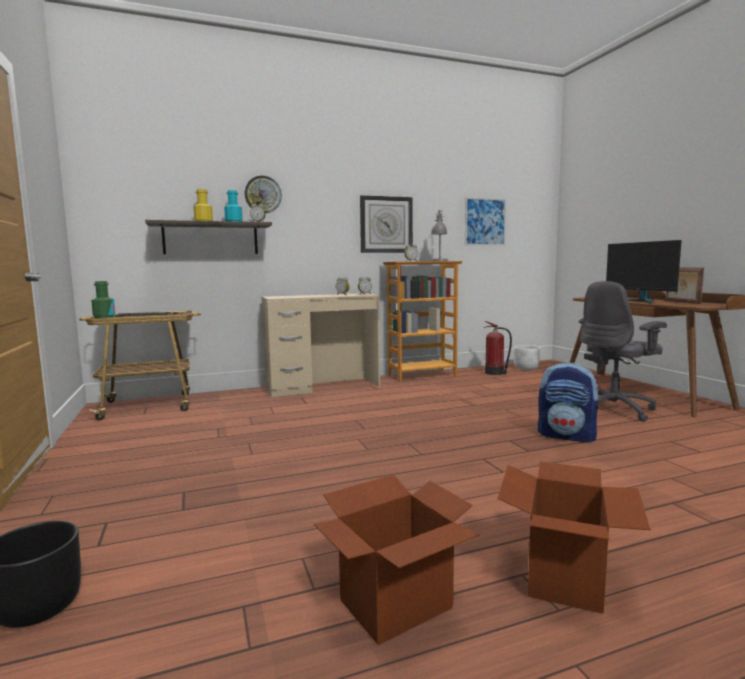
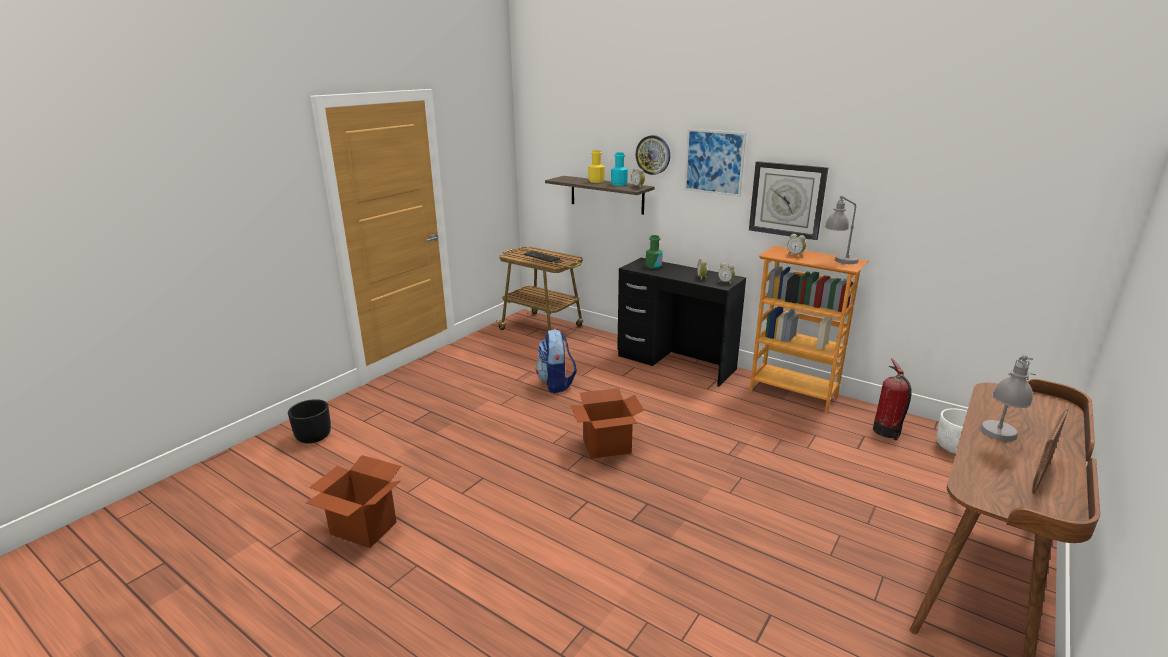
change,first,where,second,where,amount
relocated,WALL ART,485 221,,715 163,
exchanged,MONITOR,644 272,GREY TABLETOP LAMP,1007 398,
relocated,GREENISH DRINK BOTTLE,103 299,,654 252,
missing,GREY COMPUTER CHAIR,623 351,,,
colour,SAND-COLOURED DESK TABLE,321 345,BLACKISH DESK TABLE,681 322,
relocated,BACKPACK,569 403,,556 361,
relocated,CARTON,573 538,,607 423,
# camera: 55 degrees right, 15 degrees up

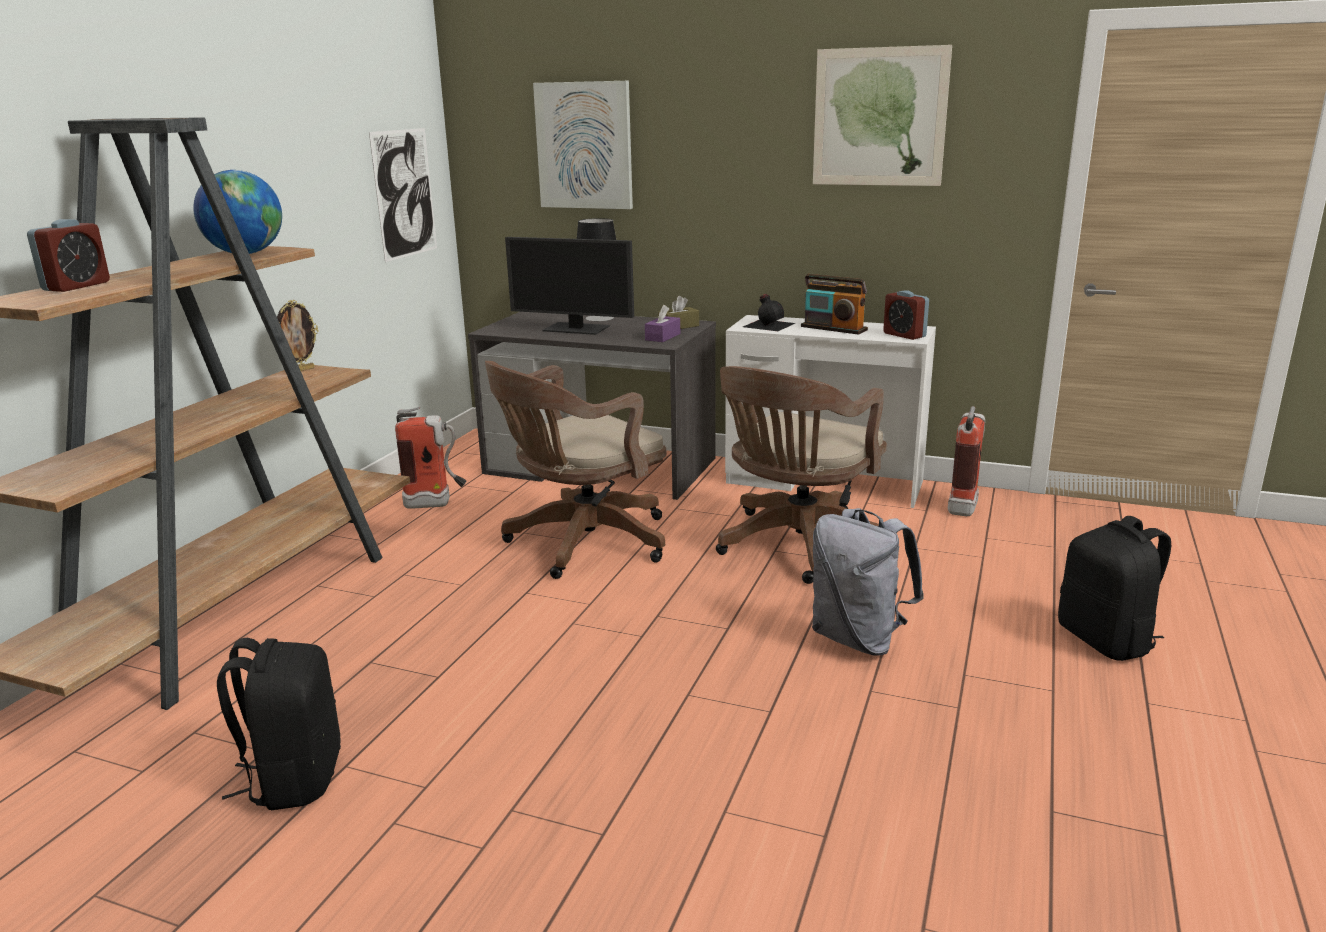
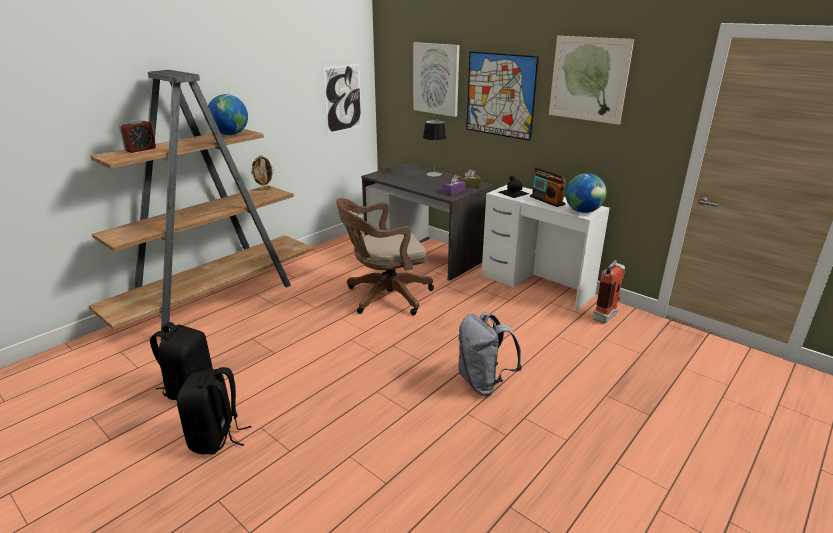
change,first,where,second,where,amount
missing,MONITOR,569 286,,,
exchanged,TABLE CLOCK,906 315,WORLD GLOBE,585 193,
missing,BROWNISH COMPUTER CHAIR,801 475,,,
missing,EXTINGUISHER,431 458,,,
relocated,BLACKISH BACKPACK,1114 588,,214 411,
appeared,,,WALL ART,502 96,
# camera: 20 degrees right, 5 degrees up

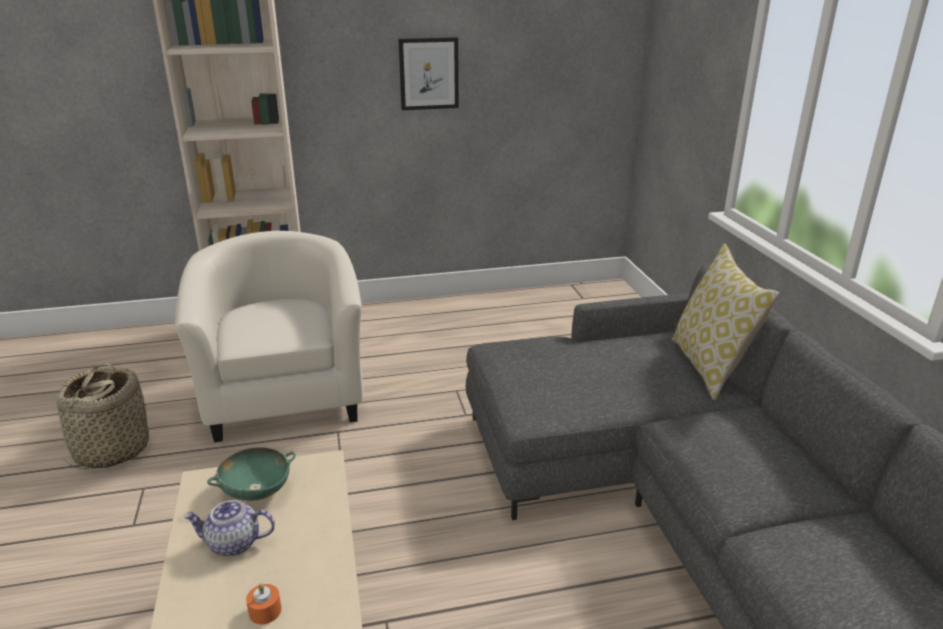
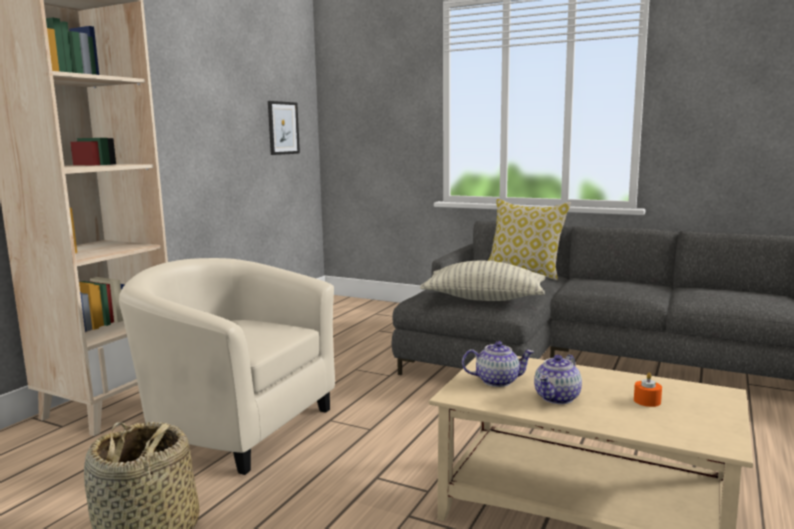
change,first,where,second,where,amount
relocated,WALL ART,428 73,,284 128,
exchanged,GREENISH SERVING BOWL,251 474,TEA POT,498 364,
appeared,,,PILLOW,483 281,
# camera: 50 degrees left, 15 degrees down

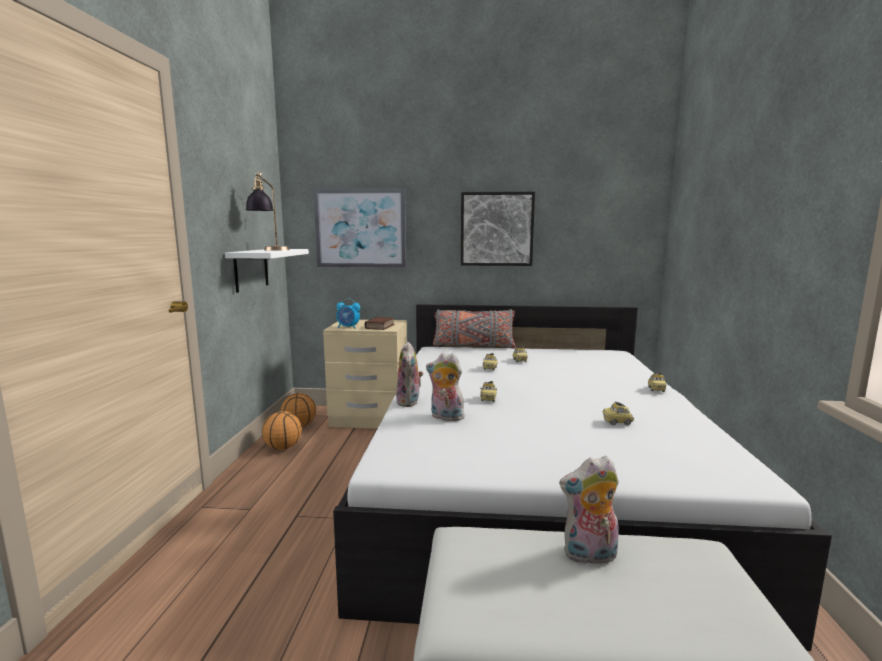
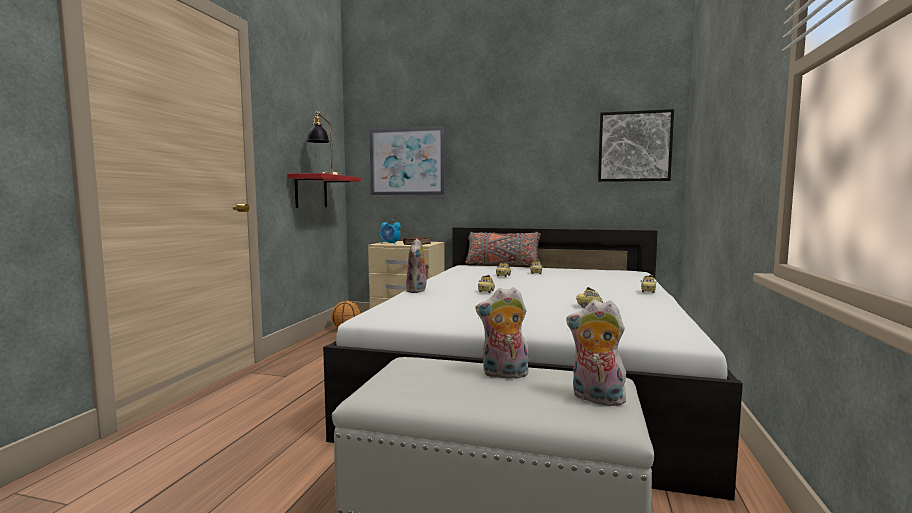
change,first,where,second,where,amount
relocated,WALL ART,498 229,,636 145,
colour,WHITE-COLOURED SHELF,267 271,RED-COLOURED SHELF,324 190,
relocated,PLUSH TOY,446 387,,597 353,
missing,BALL FOR BASKETBALL,282 430,,,
# camera: 10 degrees right, 5 degrees down

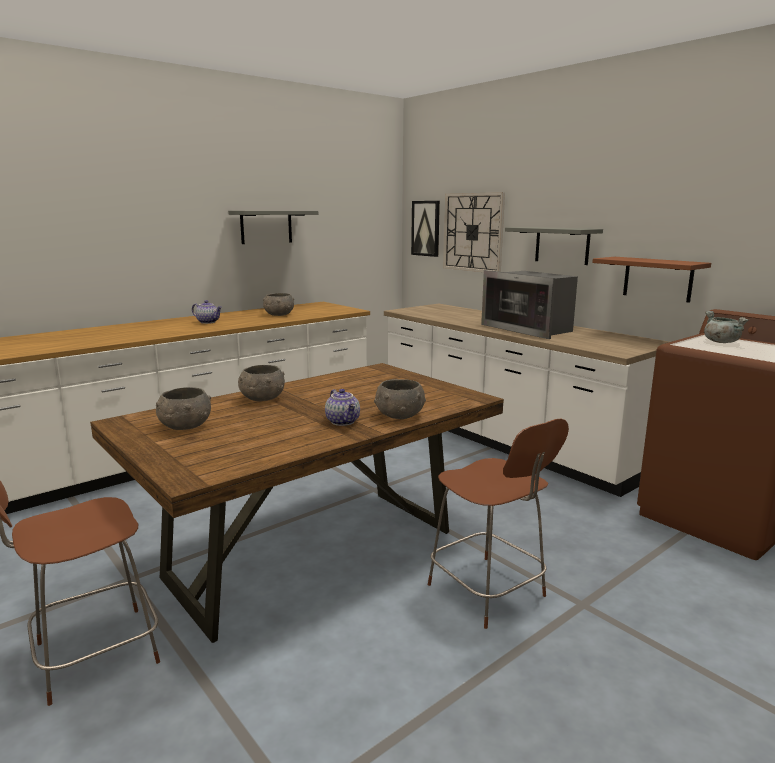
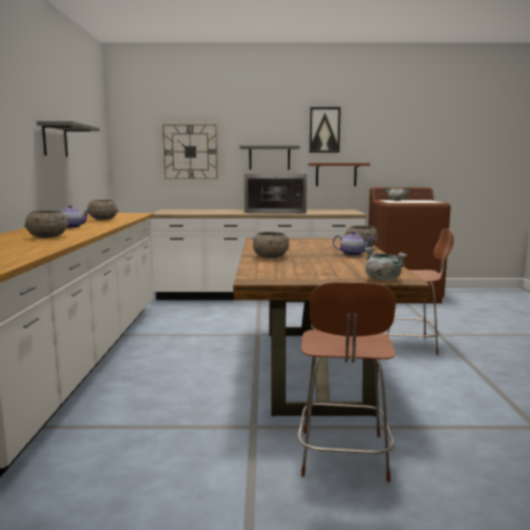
change,first,where,second,where,amount
relocated,WALL ART,425 229,,325 129,
relocated,GREY SERVING BOWL,183 408,,46 224,
appeared,,,GREY COOKING POT,385 264,
# camera: 50 degrees left, 5 degrees down

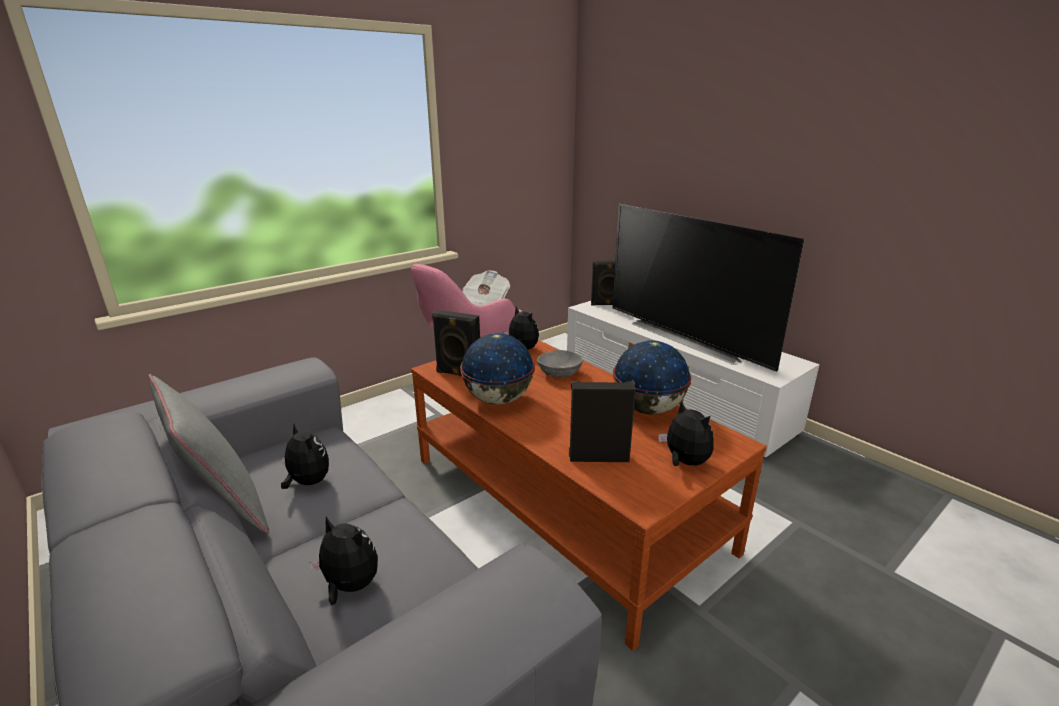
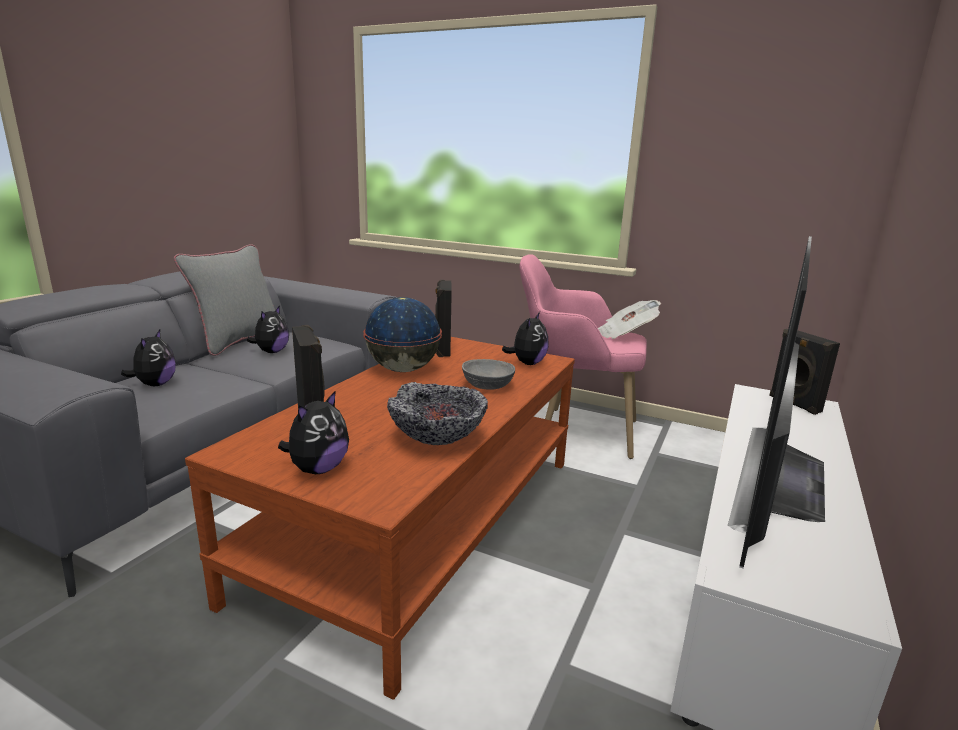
change,first,where,second,where,amount
exchanged,WORLD GLOBE,652 378,SERVING BOWL,437 413,
# camera: 65 degrees right, 5 degrees down

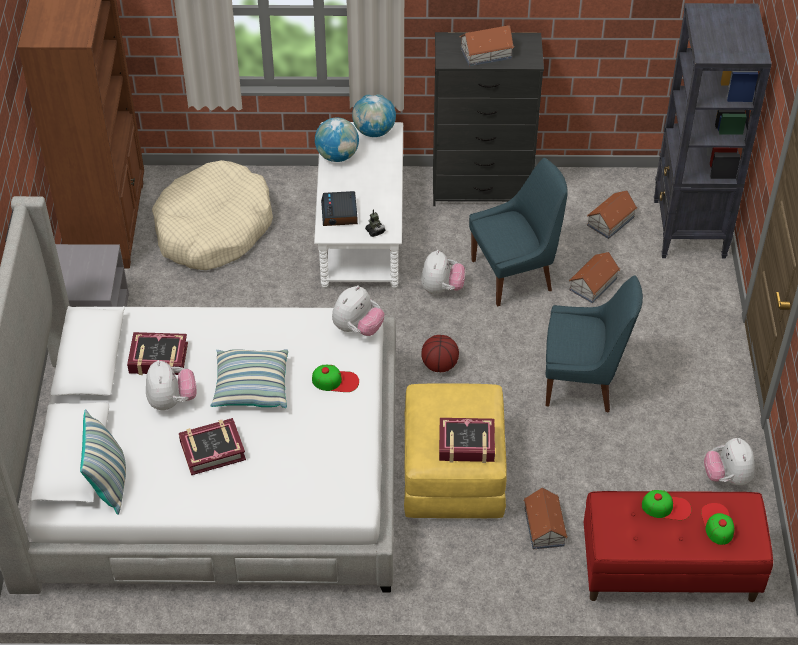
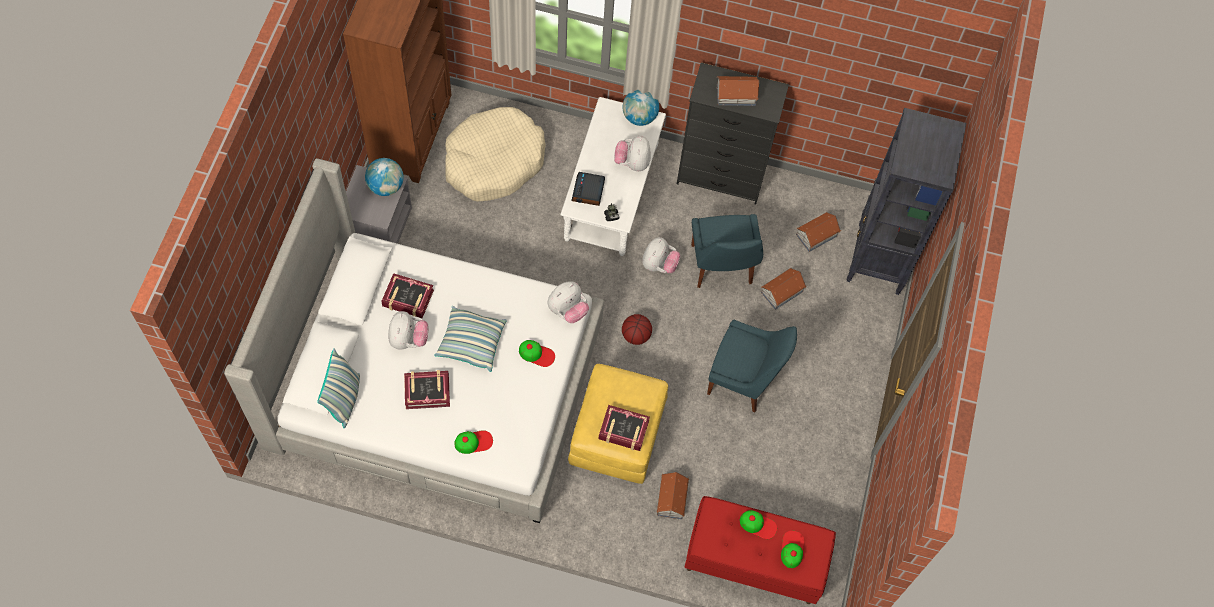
change,first,where,second,where,amount
relocated,WORLD GLOBE,337 140,,384 177,
spun,BLUISH UPRIGHT CHAIR,518 232,,727 251,90 degrees clockwise
relocated,PLUSH TOY,729 461,,632 153,
appeared,,,CAP,473 442,
# camera: 10 degrees right, 15 degrees up

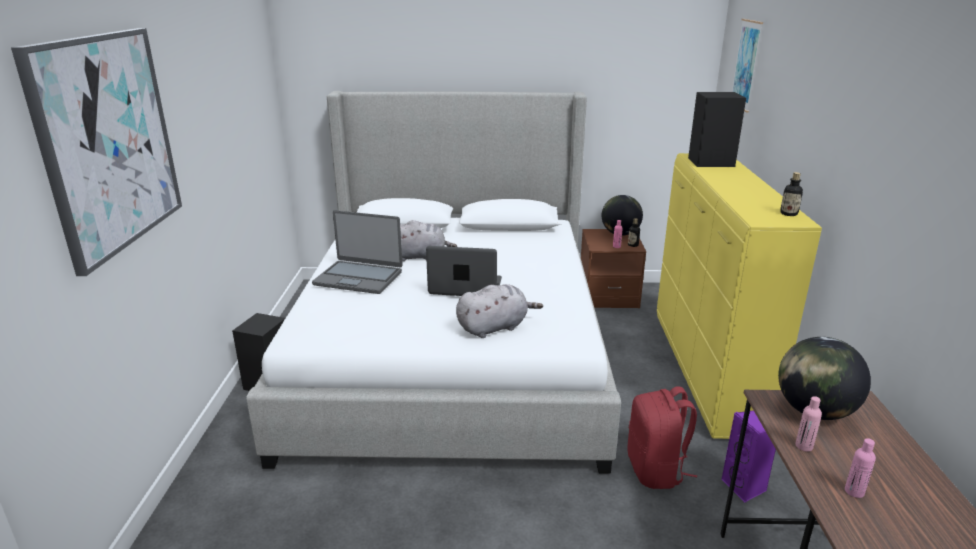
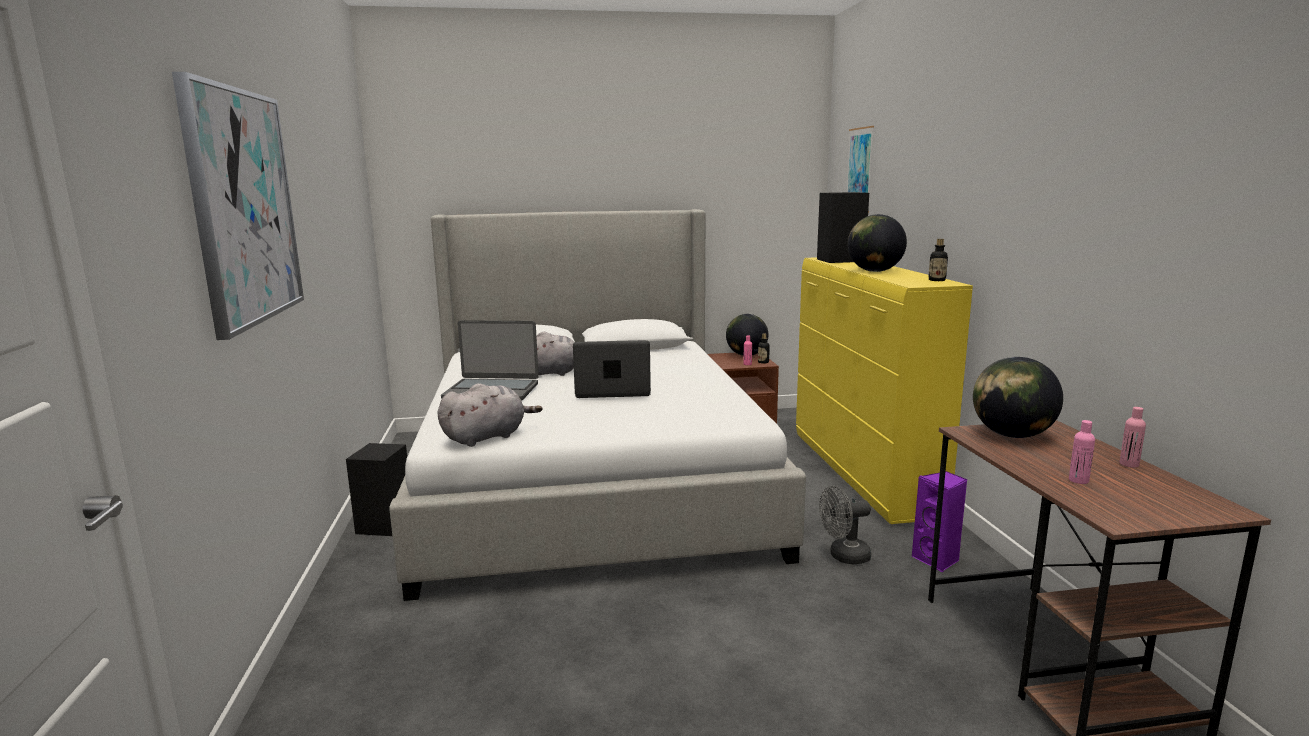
change,first,where,second,where,amount
relocated,GREY PLUSH TOY,499 311,,490 415,
exchanged,RED-COLOURED BACKPACK,662 437,GREY FAN,845 525,
relocated,PINK DRINK BOTTLE,808 424,,1132 437,
appeared,,,WORLD GLOBE,877 243,
# camera: 10 degrees left, 10 degrees down

